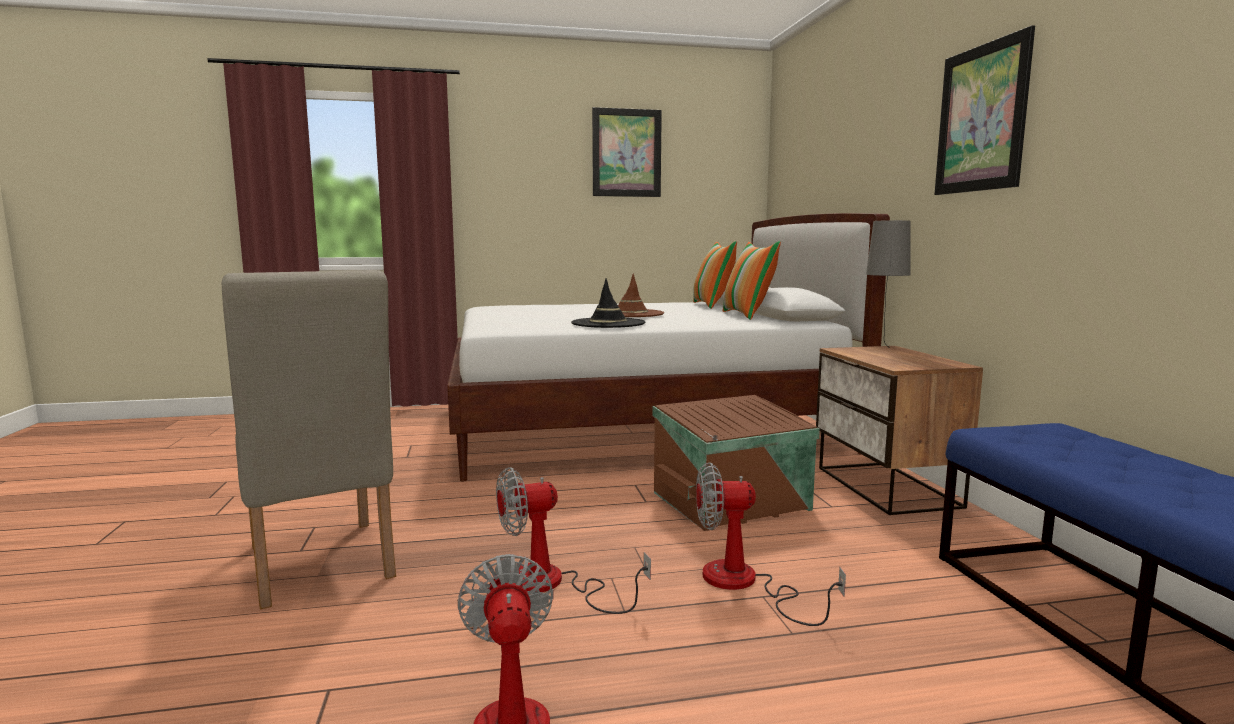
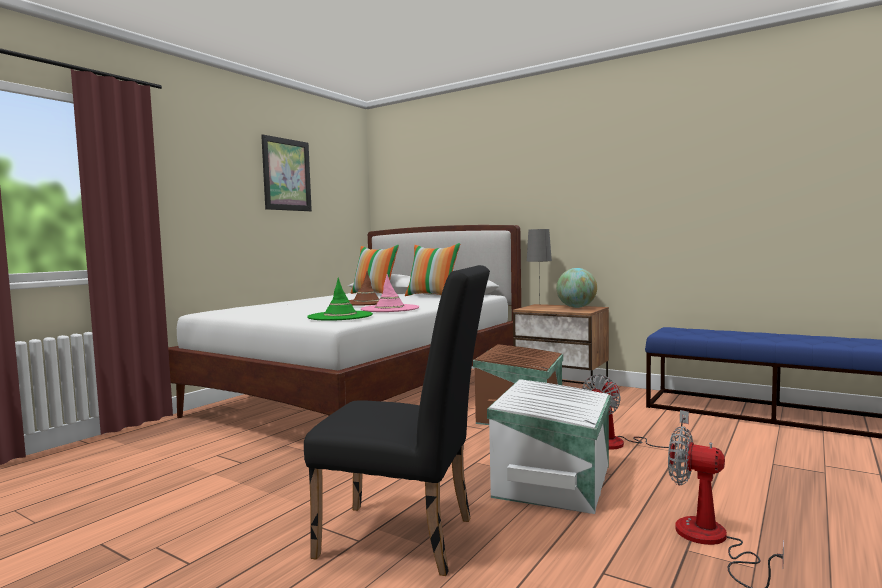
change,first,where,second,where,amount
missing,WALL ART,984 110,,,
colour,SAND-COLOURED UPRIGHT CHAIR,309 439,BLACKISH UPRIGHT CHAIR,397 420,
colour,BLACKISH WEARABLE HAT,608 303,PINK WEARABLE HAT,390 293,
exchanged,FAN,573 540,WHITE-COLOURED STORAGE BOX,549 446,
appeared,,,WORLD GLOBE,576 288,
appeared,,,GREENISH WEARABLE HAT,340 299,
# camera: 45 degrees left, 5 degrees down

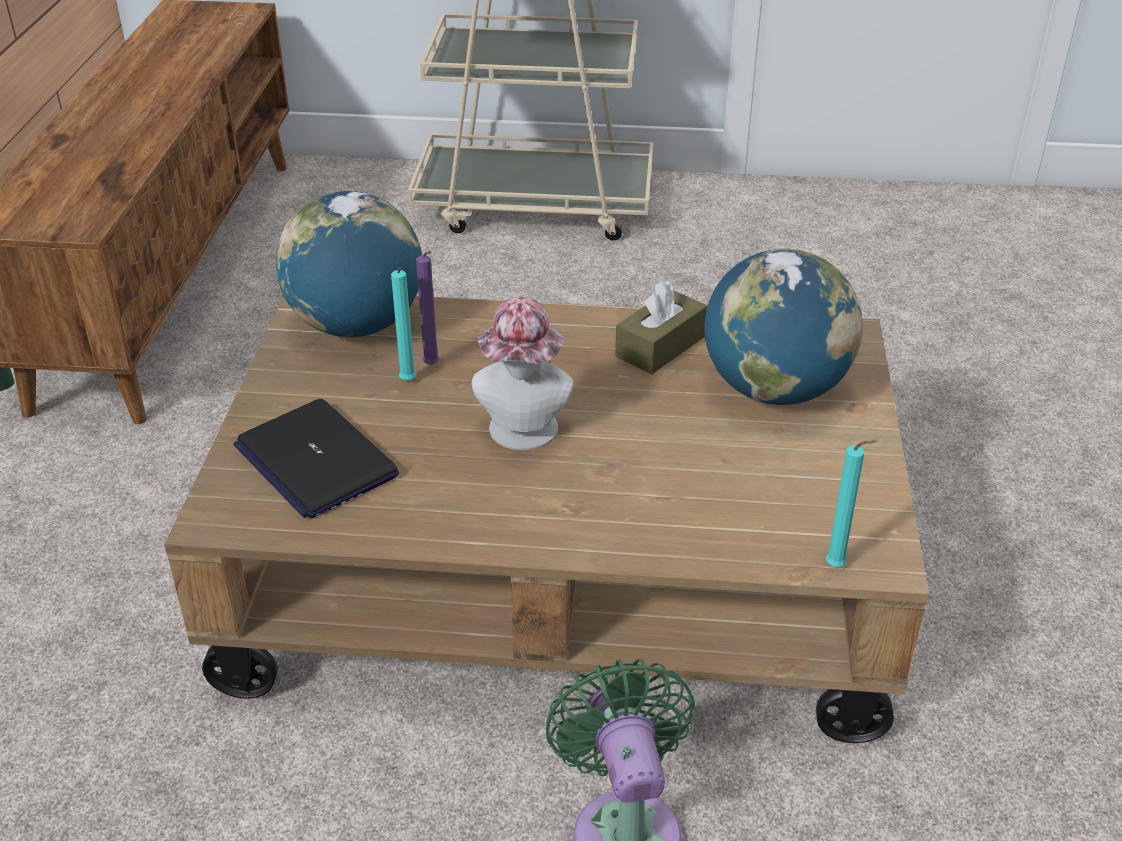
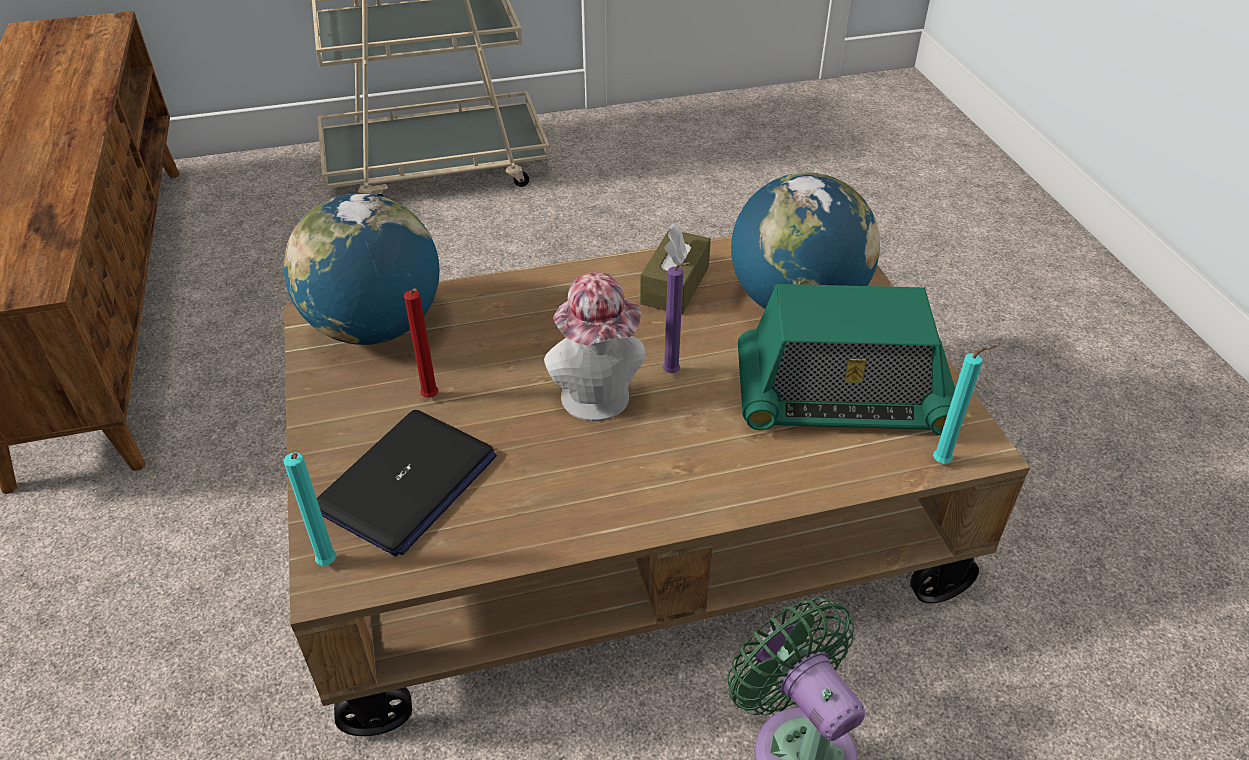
change,first,where,second,where,amount
relocated,PURPLISH WAX CANDLE,427 308,,677 317,
relocated,TURQUOISE WAX CANDLE,403 324,,310 509,
spun,NOTEBOOK COMPUTER,316 459,,407 483,90 degrees counterclockwise
appeared,,,RADIO,846 359,
appeared,,,RED-COLOURED WAX CANDLE,421 343,
# camera: 20 degrees left, 5 degrees up

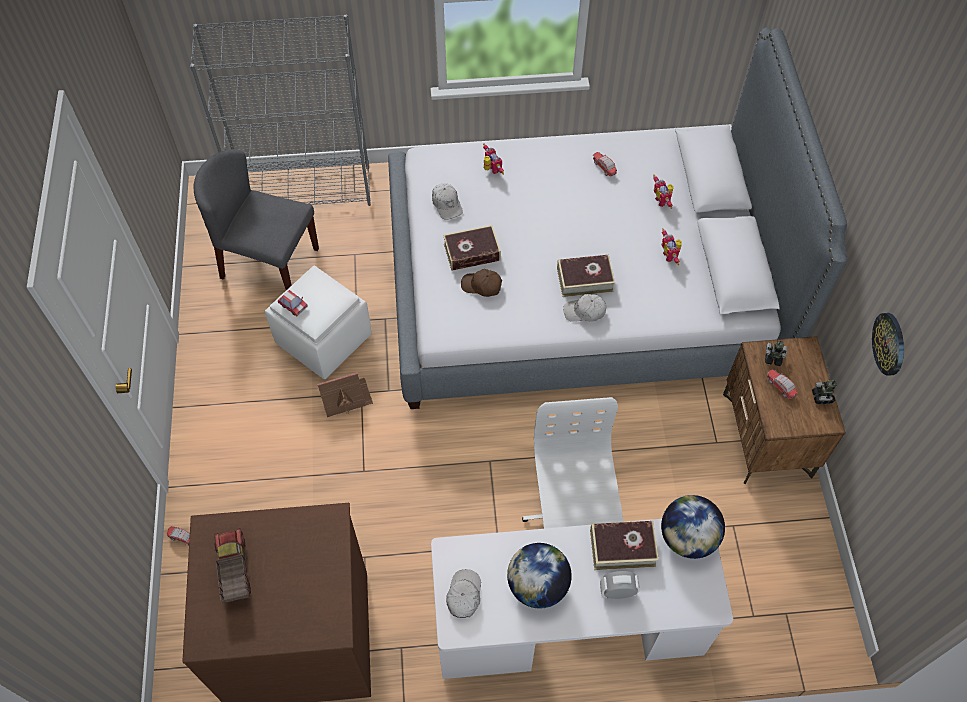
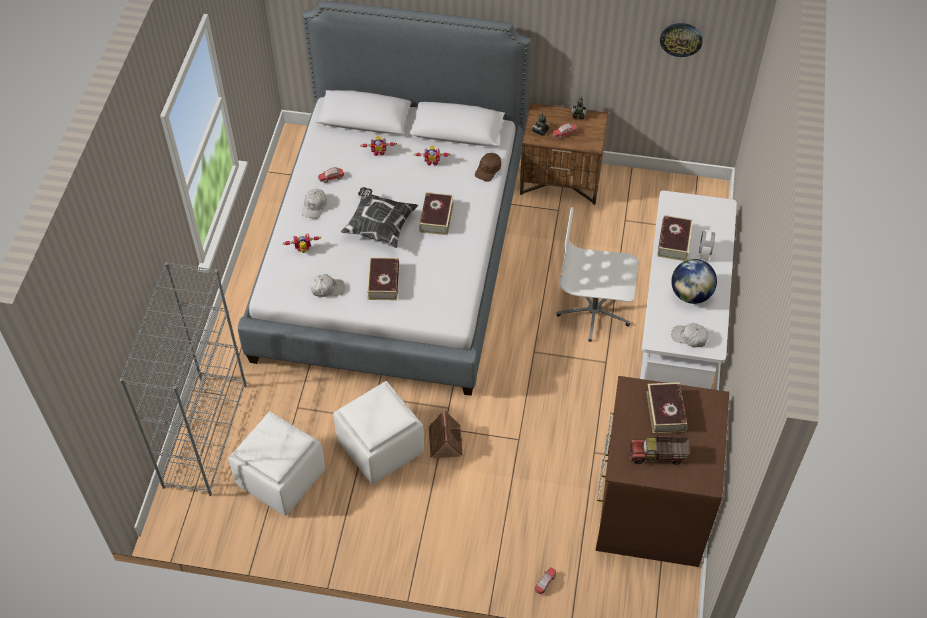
change,first,where,second,where,amount
exchanged,GREY UPRIGHT CHAIR,256 219,WHITE-COLOURED FOOTREST,276 463,
relocated,BROWNISH CAP,481 283,,488 167,
missing,MODEL CAR,293 303,,,
relocated,WHITE-COLOURED CAP,584 308,,314 204,
relocated,WALL CLOCK,888 344,,681 40,
missing,WORLD GLOBE,693 527,,,
appeared,,,PILLOW,379 217,
appeared,,,VOLUME,666 408,
# camera: 75 degrees left, 5 degrees down

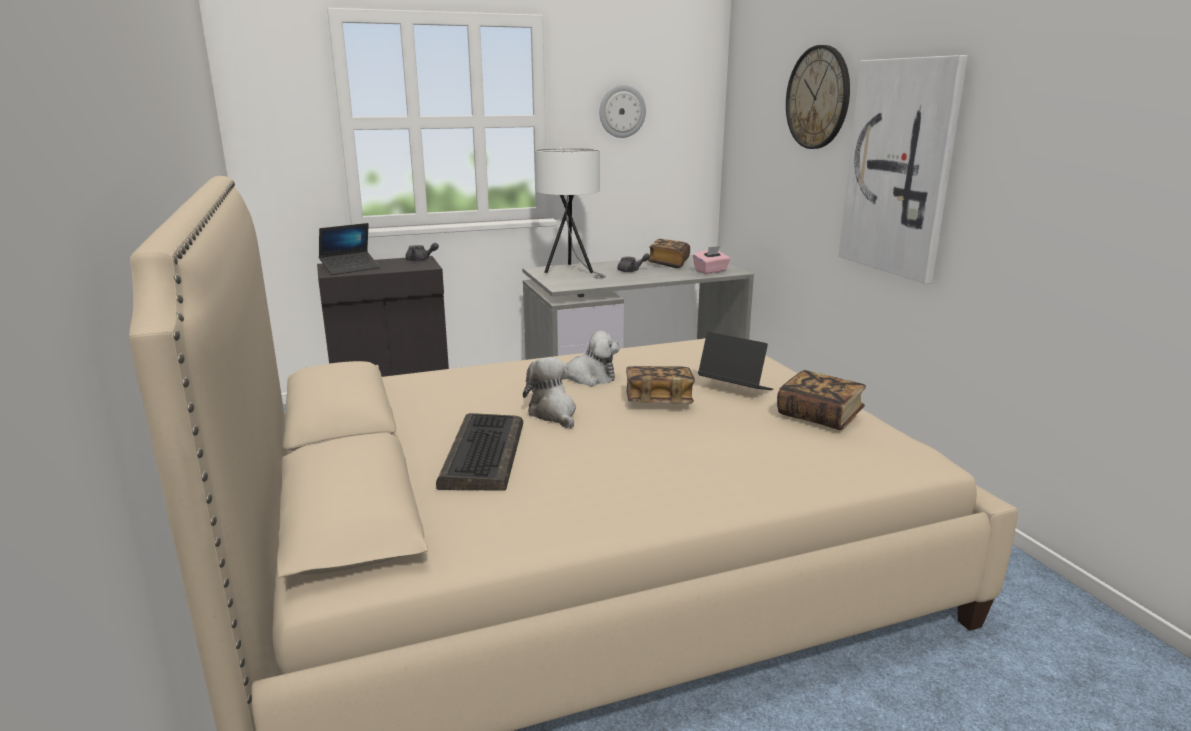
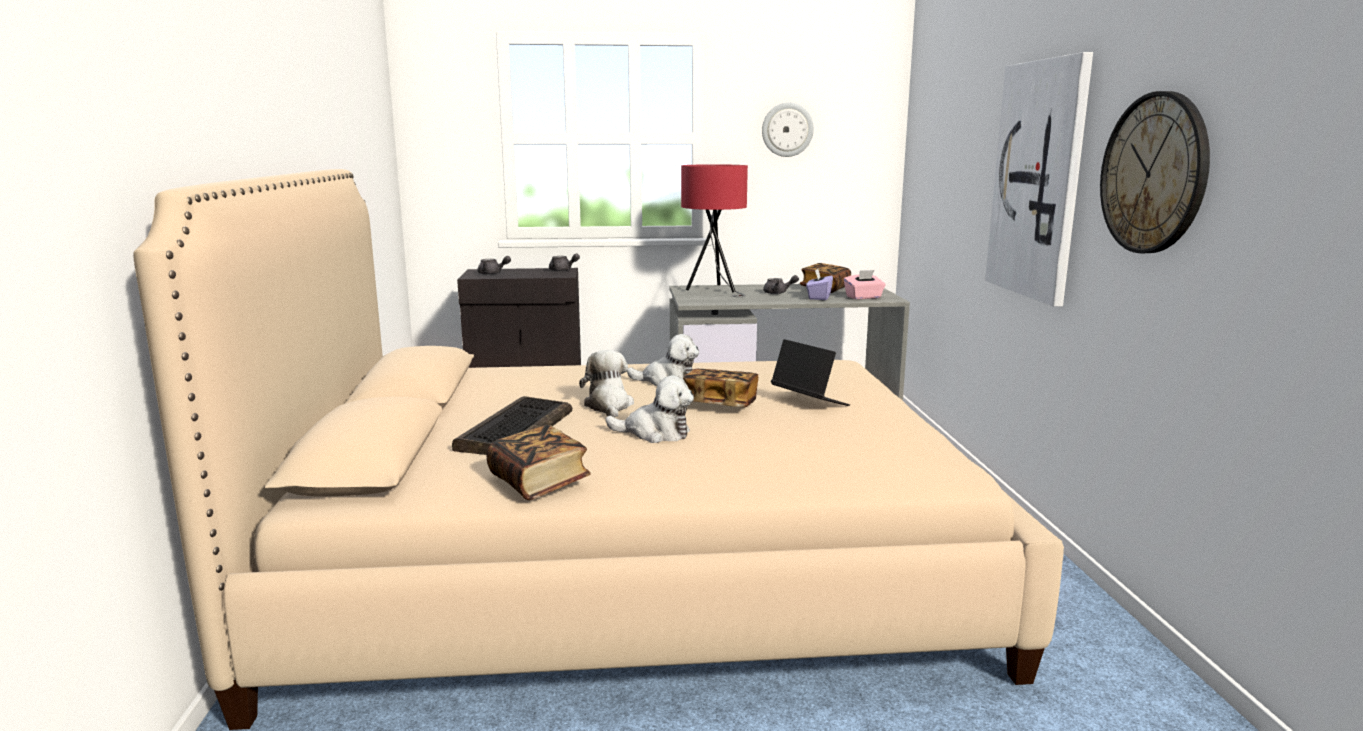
change,first,where,second,where,amount
relocated,WALL CLOCK,818 97,,1155 172,
colour,WHITE-COLOURED TABLETOP LAMP,570 213,RED-COLOURED TABLETOP LAMP,714 230,
exchanged,NOTEBOOK COMPUTER,349 249,GREY TEA POT,494 265,
relocated,VOLUME,821 400,,539 462,
appeared,,,PURPLISH TISSUE BOX,819 284,
appeared,,,PLUSH TOY,649 409,
# camera: 15 degrees right, 5 degrees down

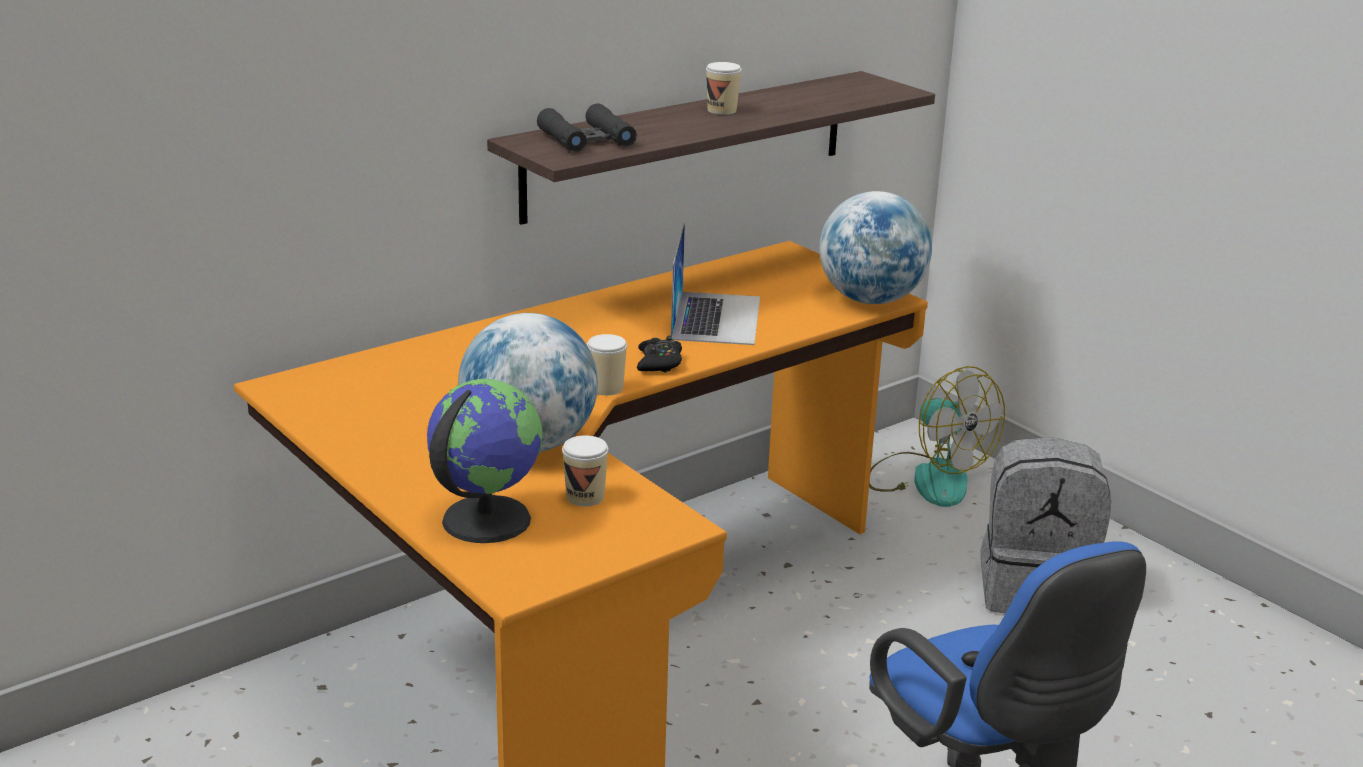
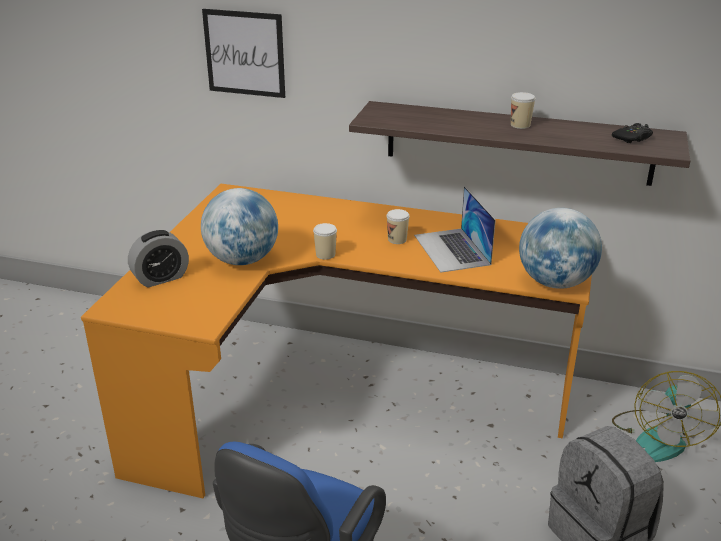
change,first,where,second,where,amount
missing,BLACKISH FIELD GLASSES,587 127,,,
spun,NOTEBOOK COMPUTER,715 284,,455 229,105 degrees clockwise
relocated,BLACKISH GAMEPAD,659 354,,632 133,
exchanged,WORLD GLOBE,484 461,TABLE CLOCK,158 259,
relocated,SMALL CUP,585 470,,398 226,
appeared,,,WALL ART,243 53,
# camera: 55 degrees right, 5 degrees up

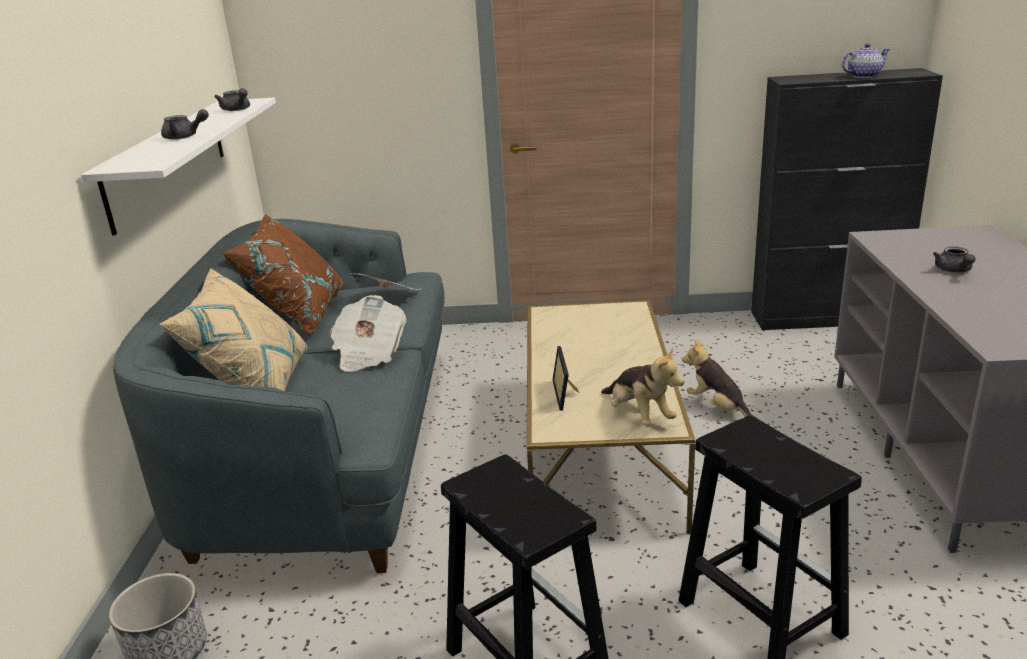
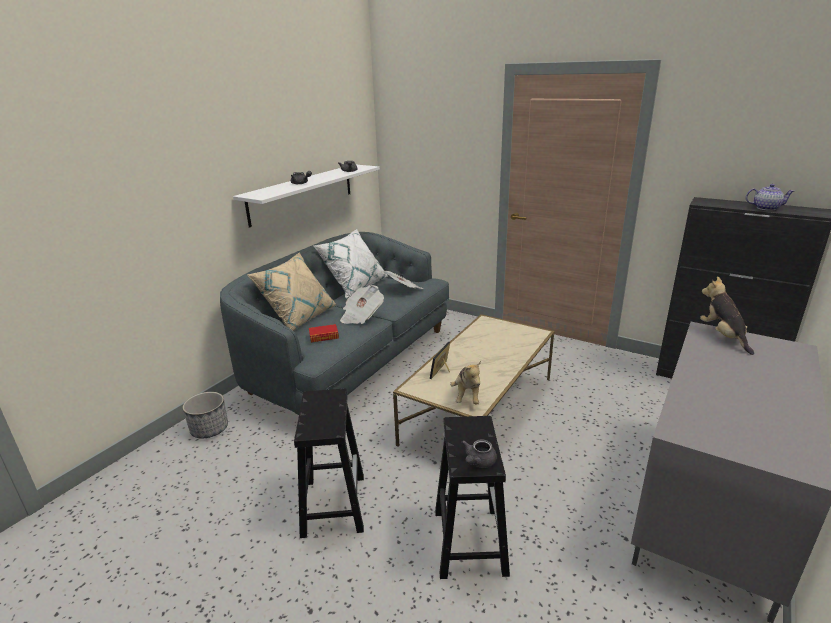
change,first,where,second,where,amount
colour,BROWNISH PILLOW,283 274,WHITE-COLOURED PILLOW,350 263,
relocated,GREY TEA POT,954 259,,479 453,
relocated,PLUSH TOY,718 378,,727 315,
appeared,,,VOLUME,324 333,
# camera: 30 degrees right, 0 degrees up

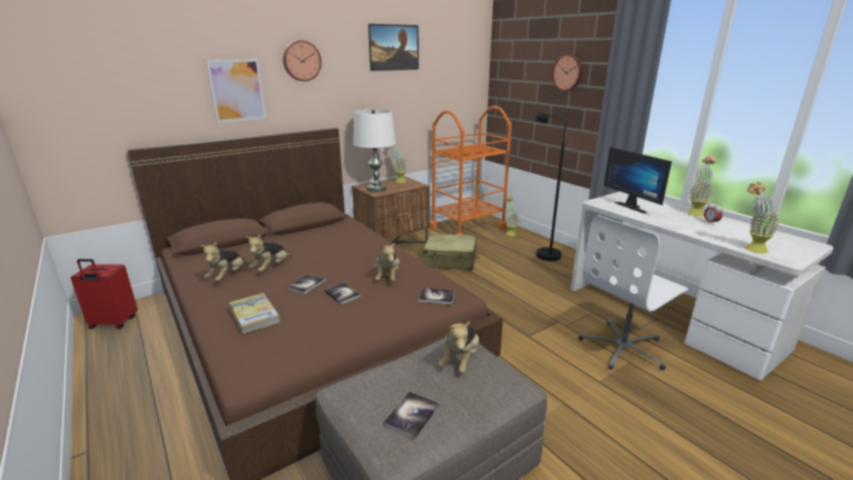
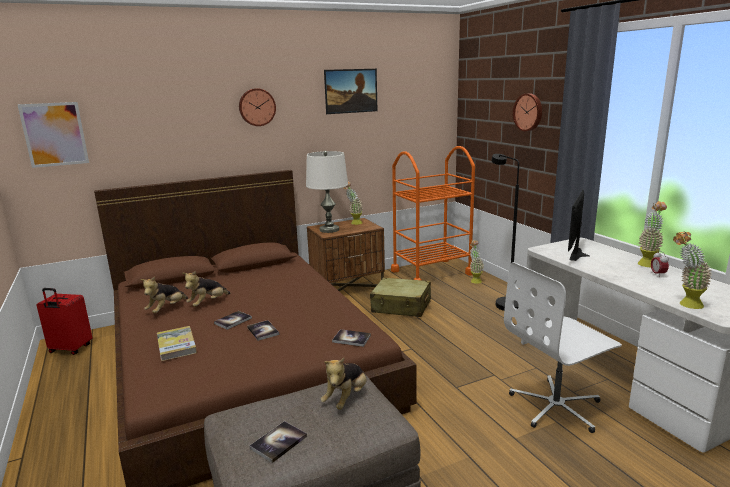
change,first,where,second,where,amount
relocated,WALL ART,236 91,,53 135,
spun,MONITOR,638 180,,578 225,45 degrees clockwise
missing,PLUSH TOY,386 261,,,
# camera: 10 degrees right, 5 degrees down

